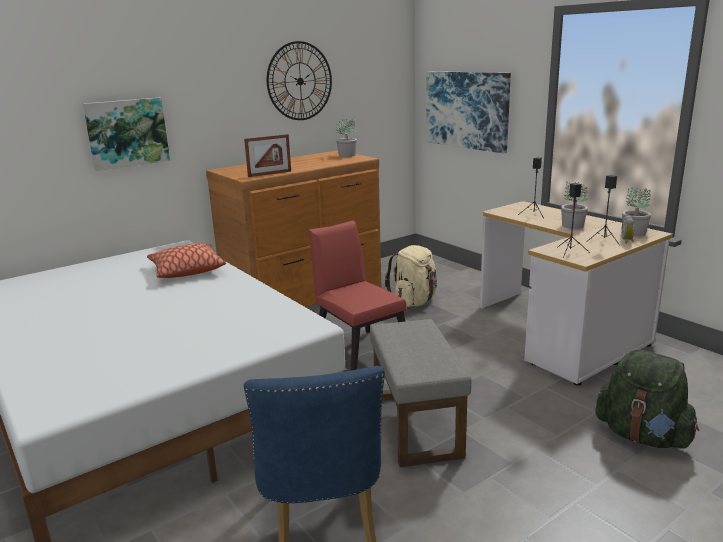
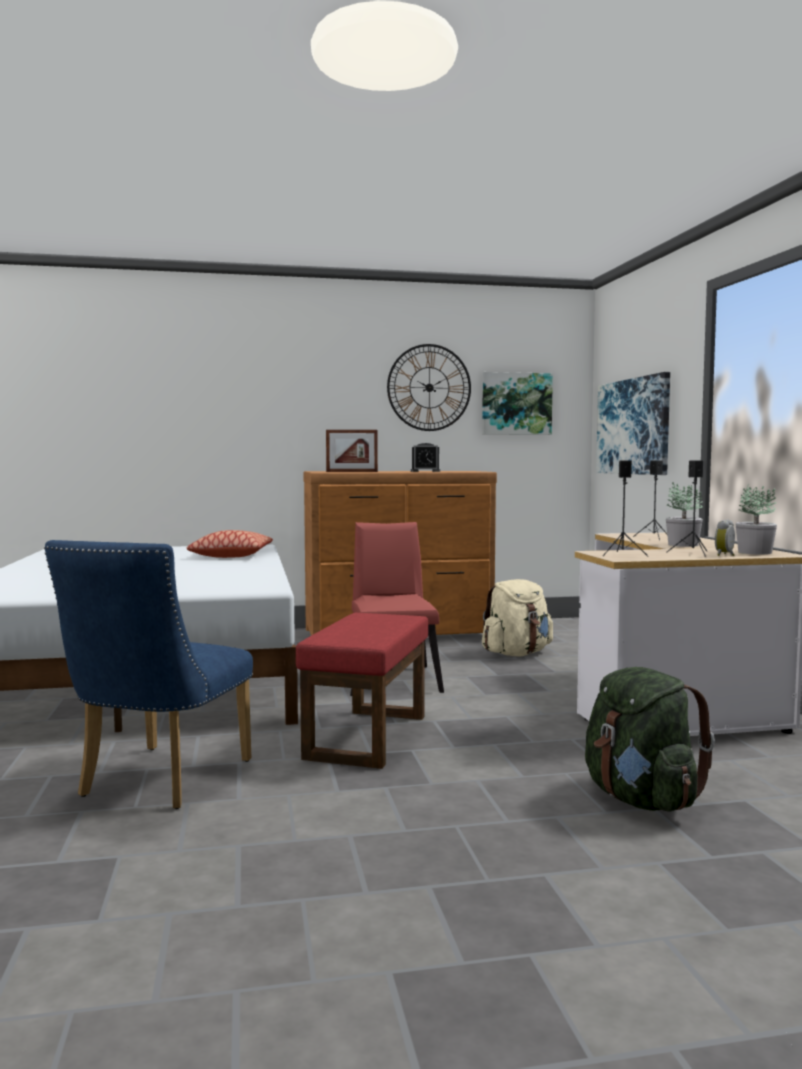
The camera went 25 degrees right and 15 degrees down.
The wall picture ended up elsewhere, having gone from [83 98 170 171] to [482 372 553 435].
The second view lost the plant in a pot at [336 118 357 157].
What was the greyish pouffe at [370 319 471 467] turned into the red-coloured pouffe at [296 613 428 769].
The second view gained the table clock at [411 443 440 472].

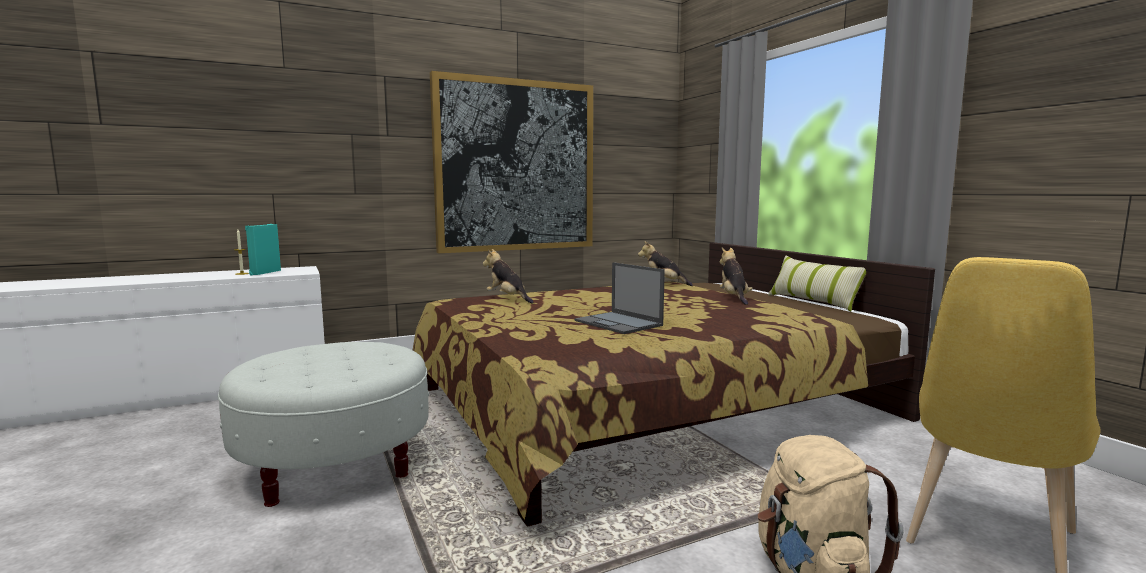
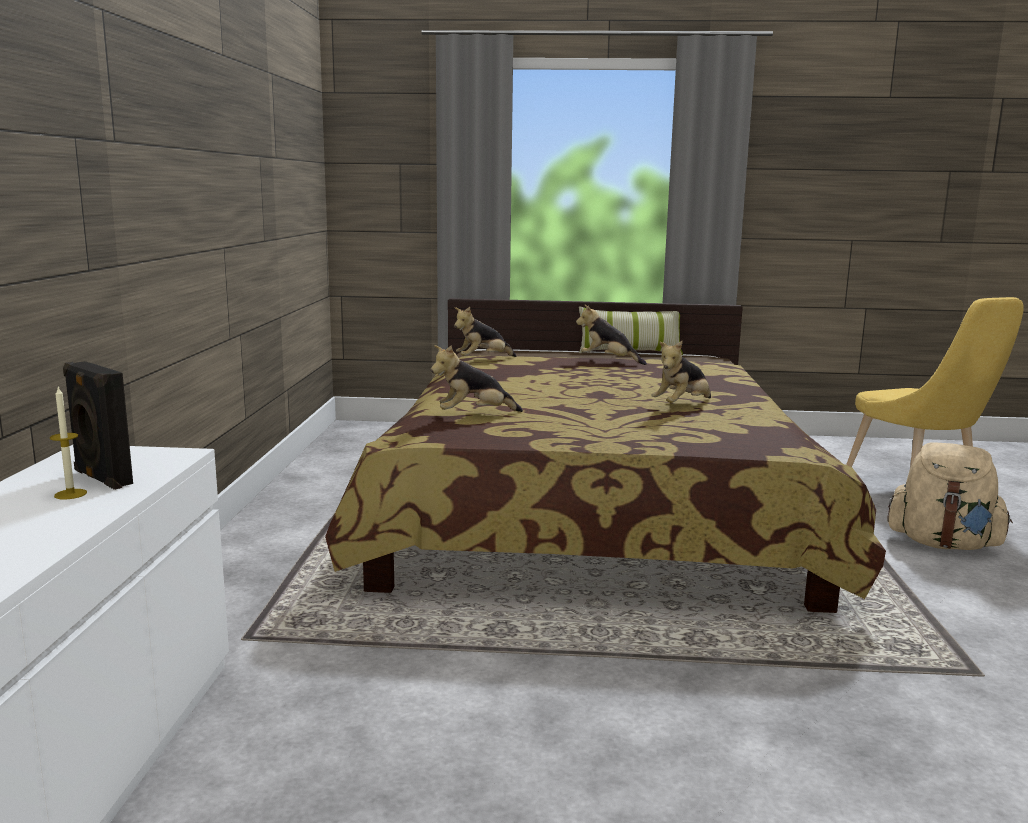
The camera went 60 degrees left and 5 degrees up.
The second view lost the wall picture at [430 71 593 253].
What was the blue-green speaker at [245 224 281 275] turned into the black-coloured speaker at [63 361 133 490].
Where the laptop stood at [575 262 665 334], the cuddly toy came to stand at [651 341 711 403].
The second view lost the white pouffe at [218 342 429 507].

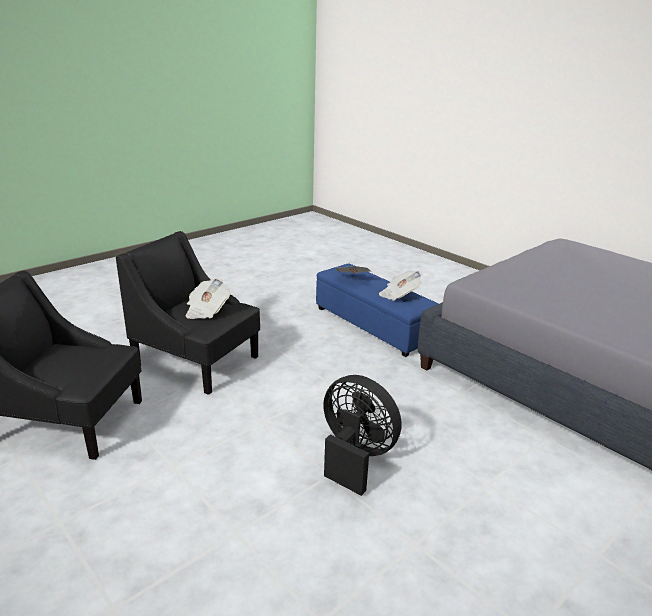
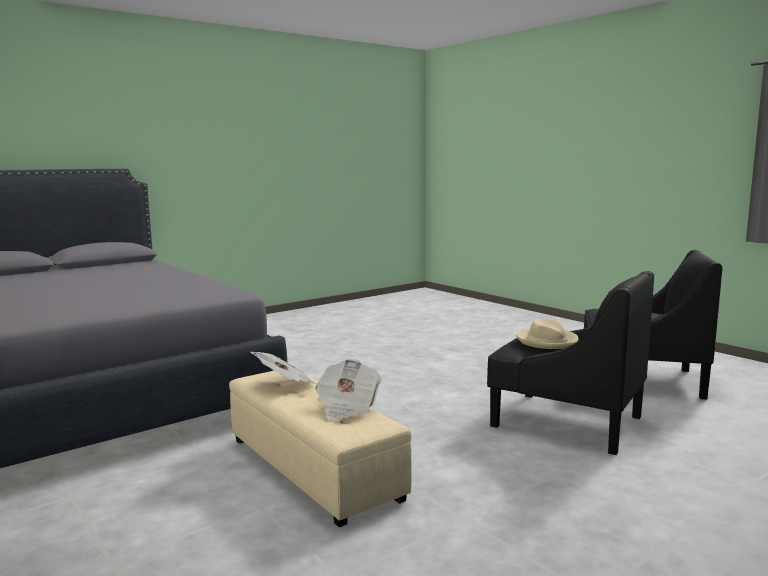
The camera went 175 degrees left and 15 degrees down.
What was the bluish pouffe at [316 263 439 357] turned into the beige pouffe at [229 371 412 527].
Where the printed paper stood at [186 278 230 319], the beige hat came to stand at [516 318 579 349].
The second view lost the black-coloured fan at [323 375 402 496].

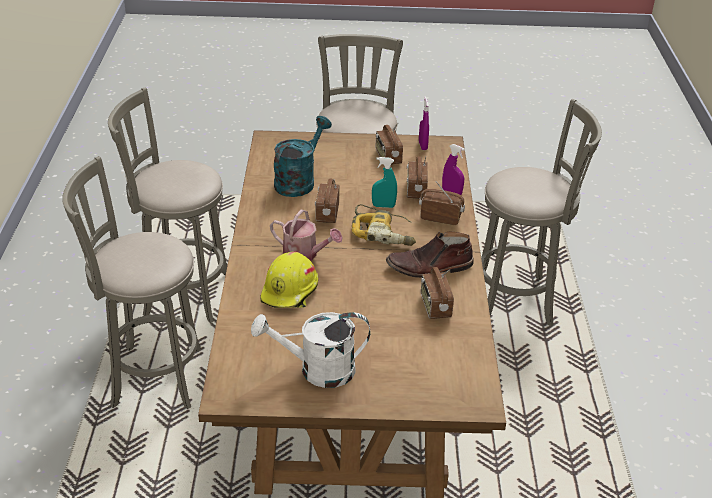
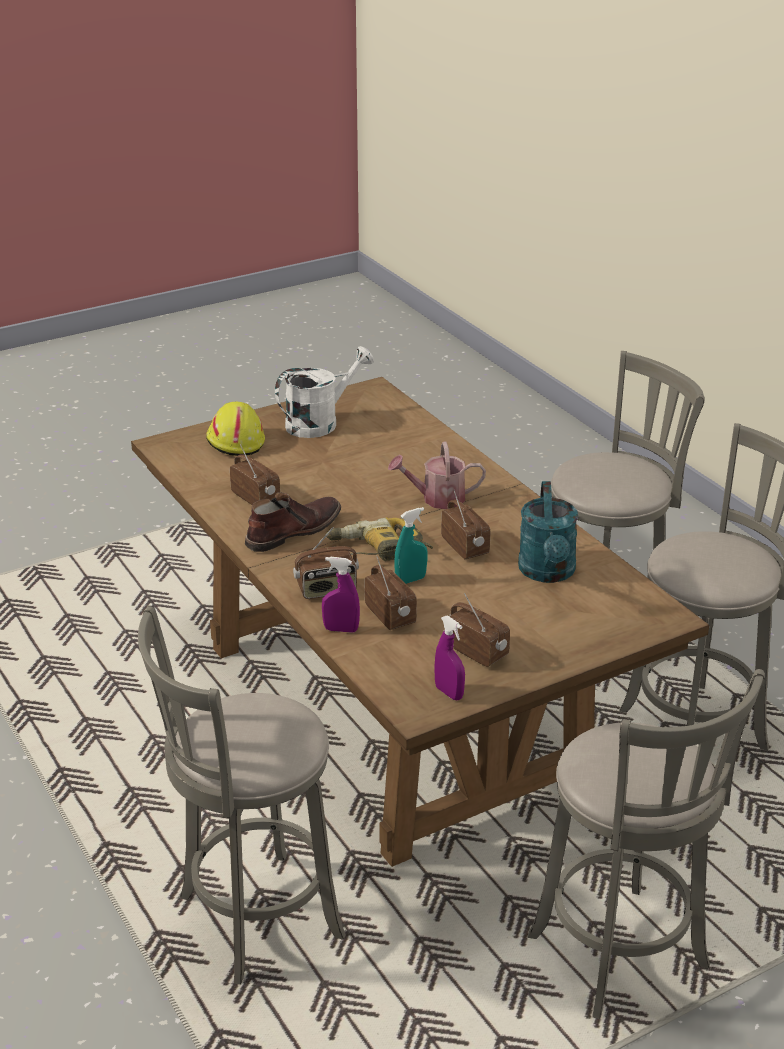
The camera went 150 degrees right and 5 degrees down.
The yellow-coloured work helmet ended up elsewhere, having gone from [260 251 318 308] to [206 402 265 456].

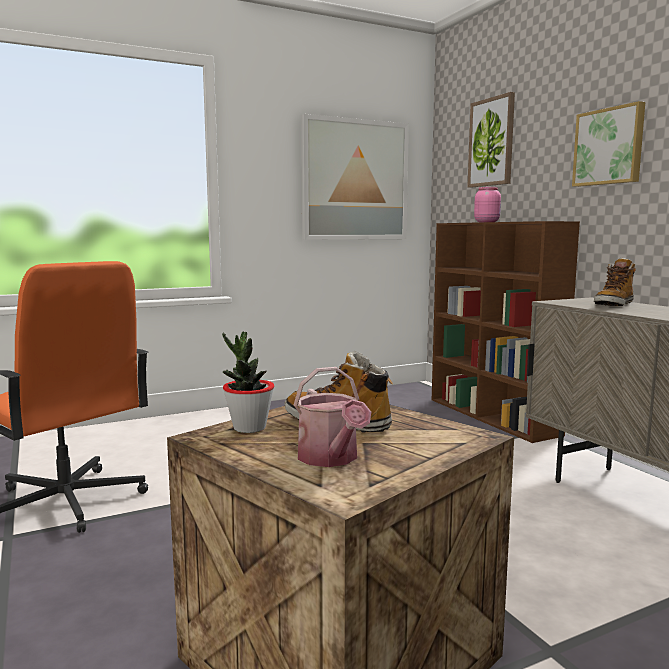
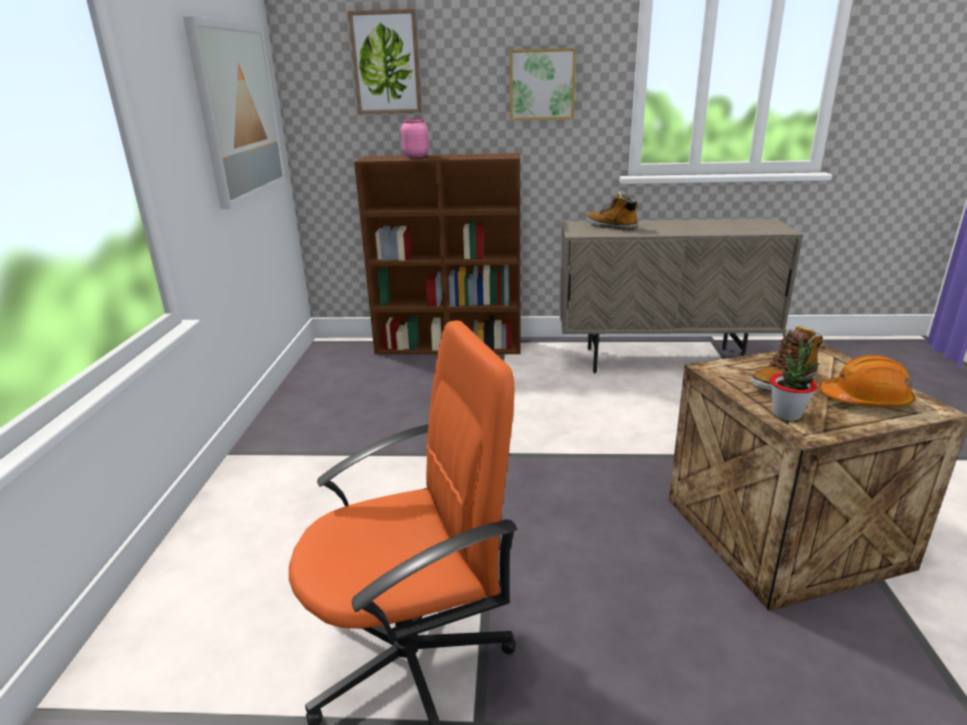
The camera went 60 degrees left and 15 degrees up.
The boot at [594 257 636 306] ended up facing another way, 150 degrees clockwise from before.
Where the watering pot stood at [294 367 371 467], the orange work helmet came to stand at [820 355 915 407].

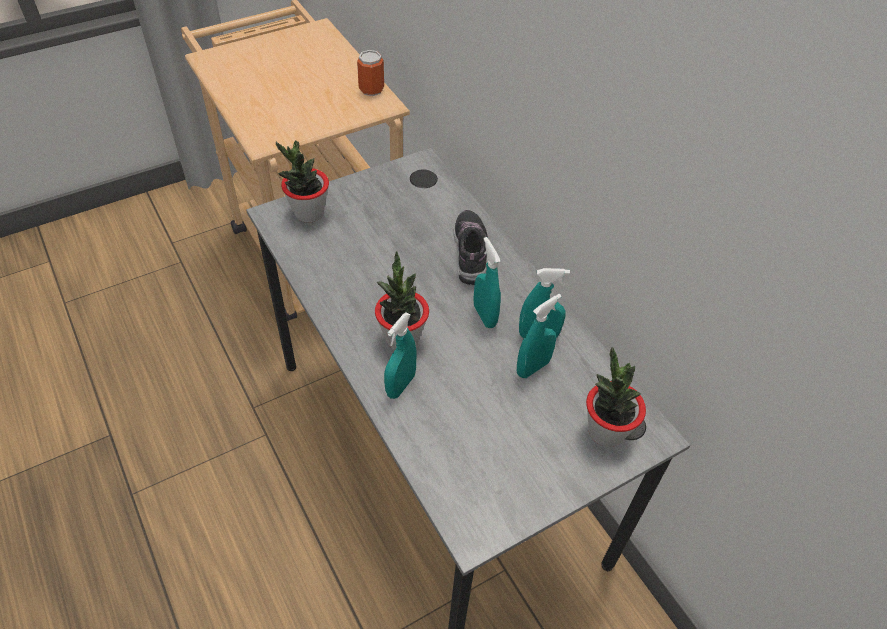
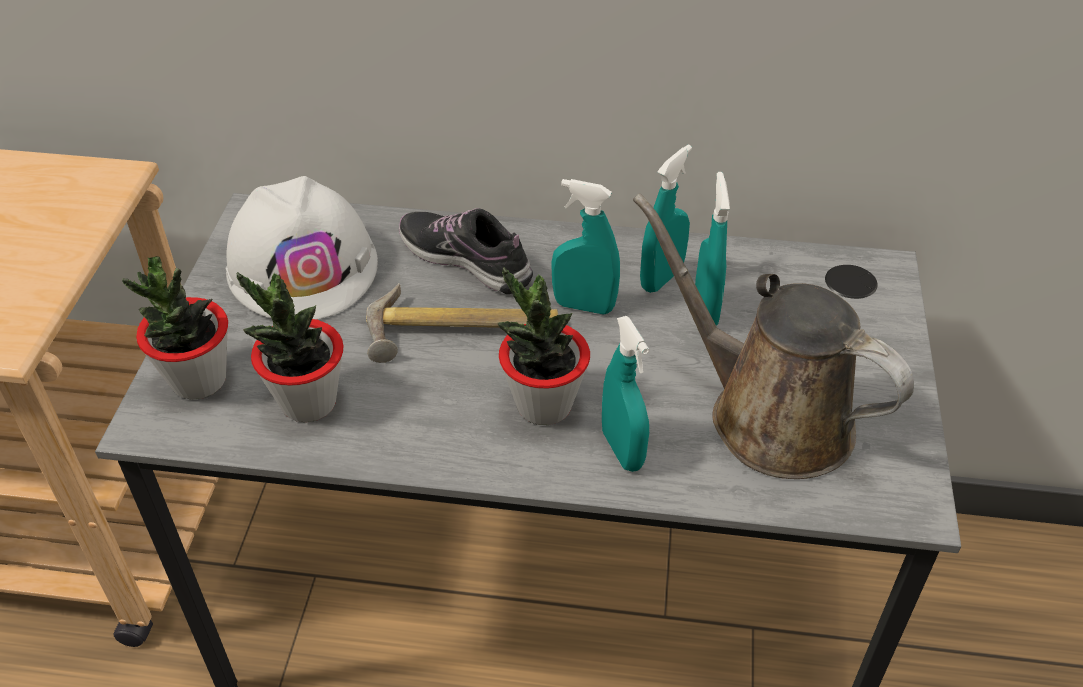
The camera went 50 degrees left and 5 degrees down.
The second view lost the can at [357 50 384 96].
The plant in a pot ended up elsewhere, having gone from [586 347 646 447] to [236 272 343 422].
The second view gained the white work helmet at [225 176 378 320].
The second view gained the brown watering pot at [633 193 914 479].
The second view gained the tool hammer at [366 283 558 363].

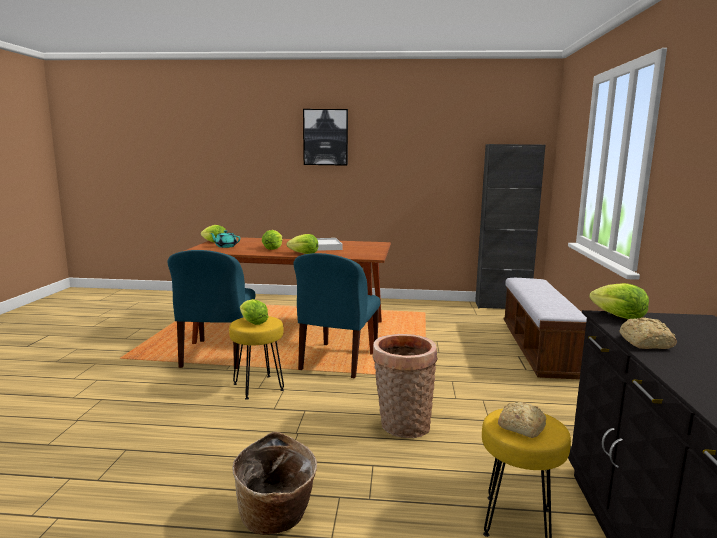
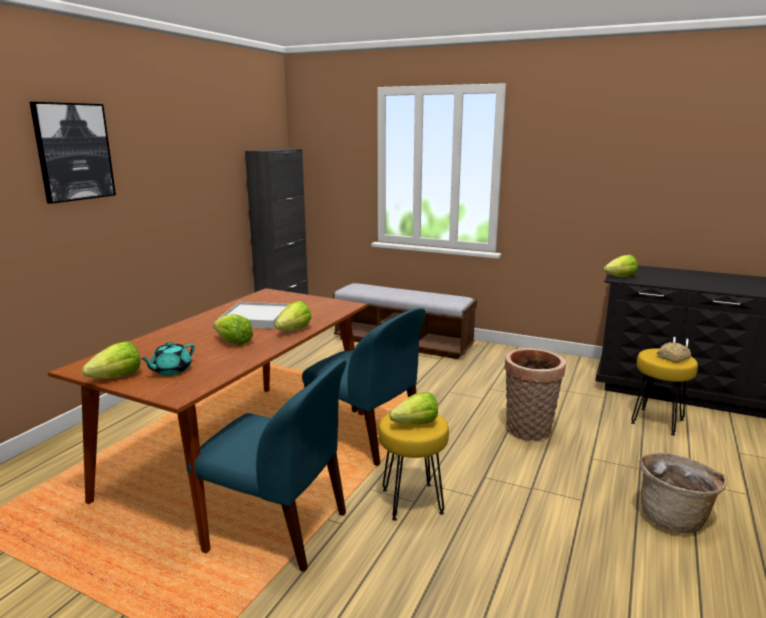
The camera went 70 degrees left and 5 degrees up.
The second view lost the bread at [619 317 677 349].

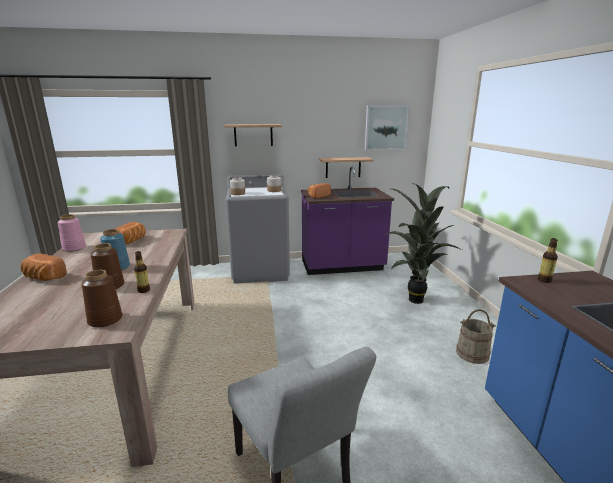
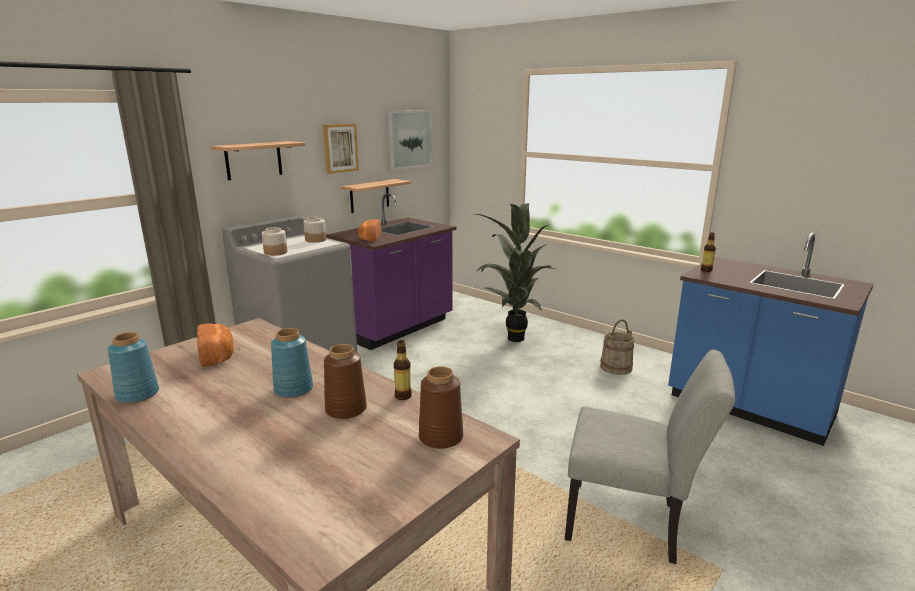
The camera went 40 degrees left and 0 degrees up.
What was the pinkish decorative vase at [58 214 86 252] turned into the bluish decorative vase at [107 332 159 403].
The second view lost the bread at [20 253 67 281].
The second view gained the wall picture at [323 124 359 174].

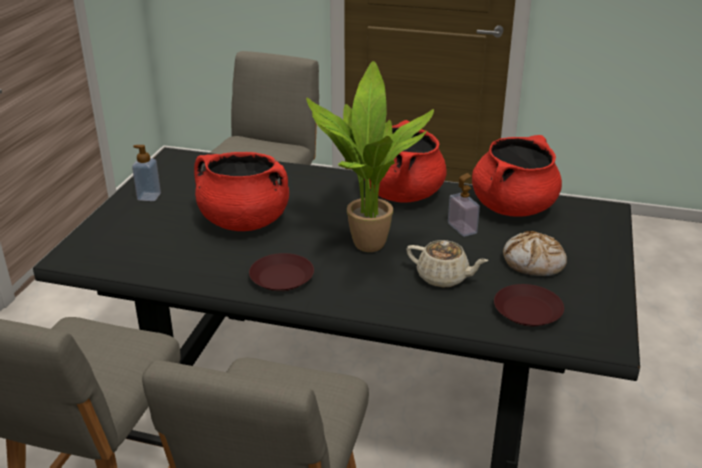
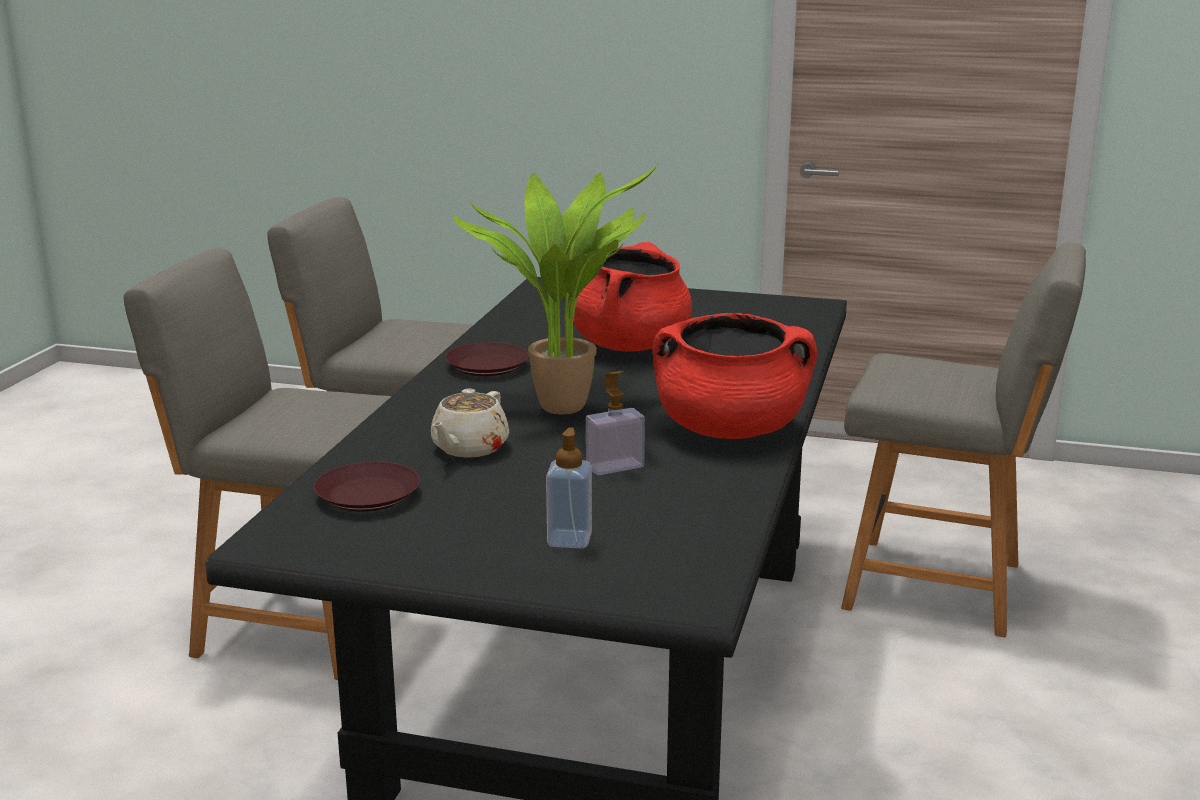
The camera went 90 degrees right and 10 degrees down.
The second view lost the red-coloured cooking pot at [472 135 562 217].
The liquid soap bottle ended up elsewhere, having gone from [132 145 161 201] to [546 427 592 548].
The second view lost the bread at [503 231 567 276].

